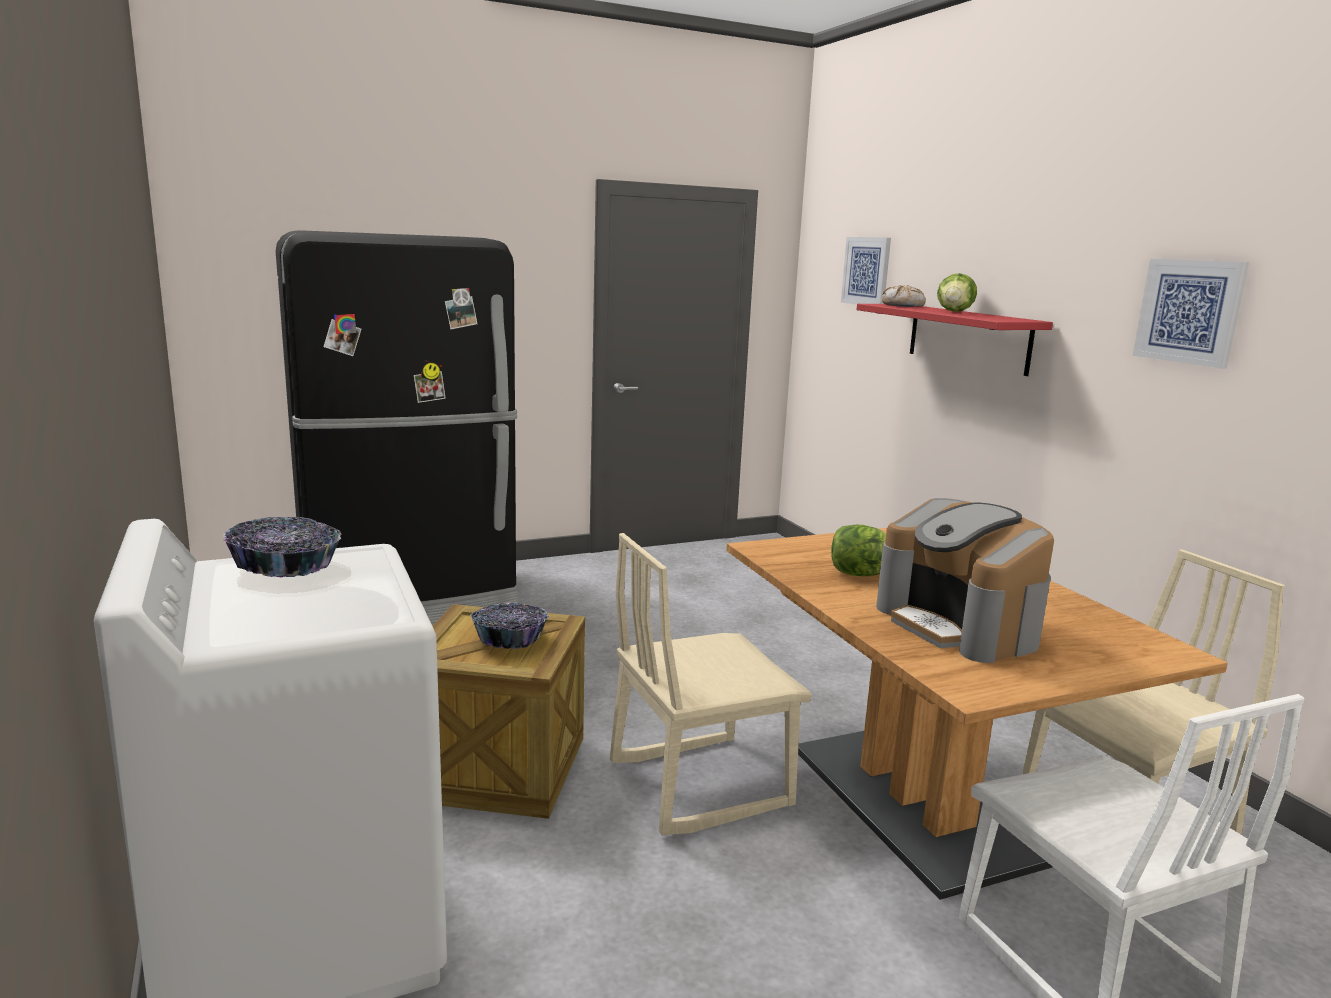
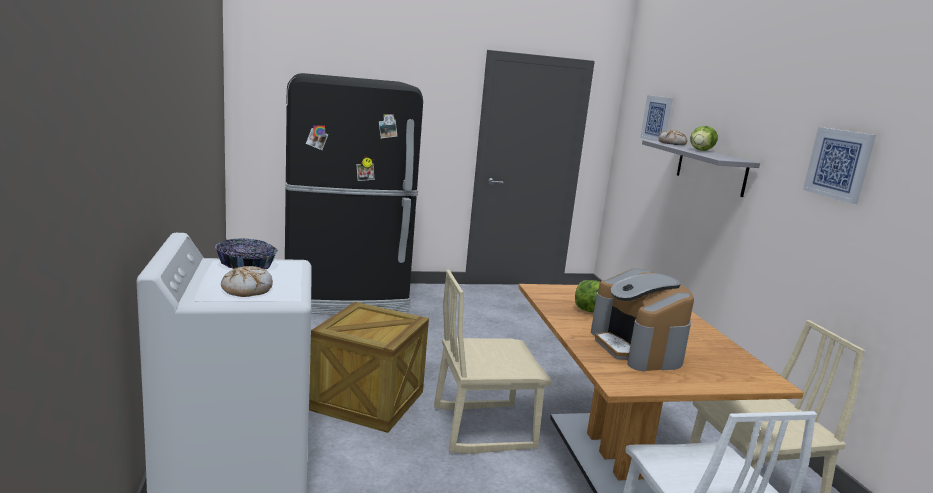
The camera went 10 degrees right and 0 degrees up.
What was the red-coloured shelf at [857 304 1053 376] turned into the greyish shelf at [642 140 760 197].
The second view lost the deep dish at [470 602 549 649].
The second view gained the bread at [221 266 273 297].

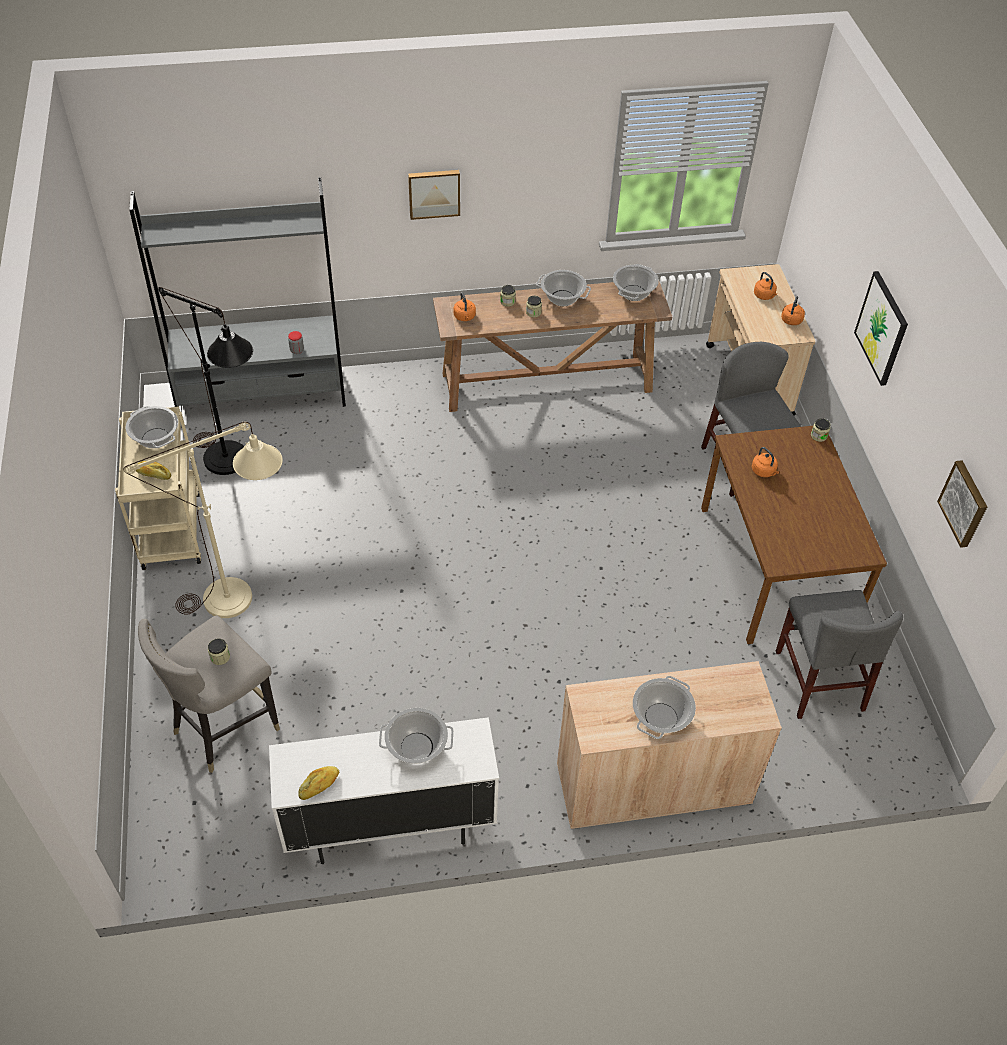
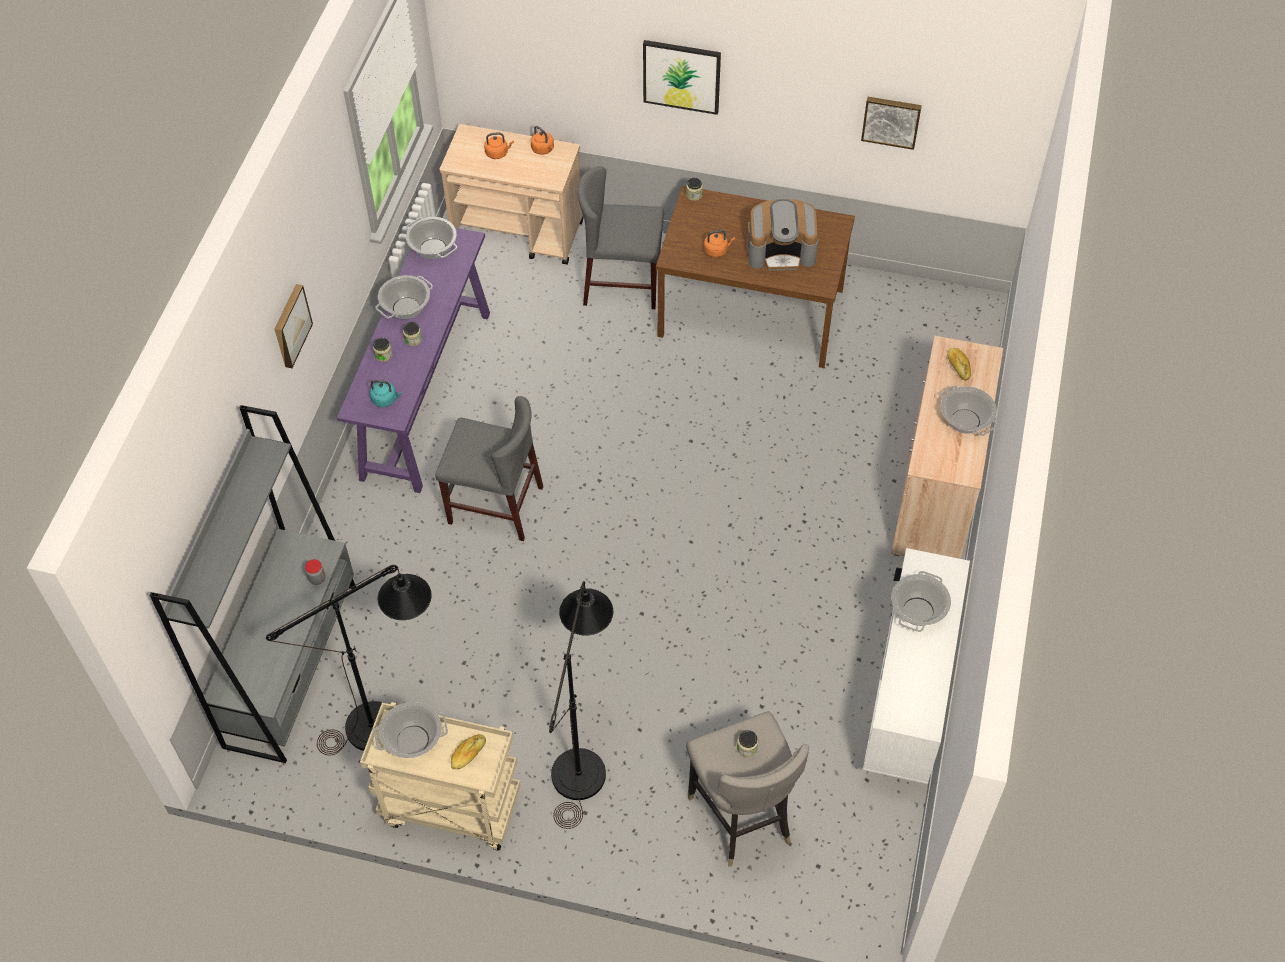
The camera went 65 degrees left and 5 degrees up.
What was the brown hall table at [433 282 672 412] turned into the purple hall table at [337 228 490 493].
What was the orange kettle at [454 292 476 321] turned into the blue-green kettle at [370 380 402 407].
What was the beige floor lamp at [124 422 283 618] turned into the black-coloured floor lamp at [549 581 613 829].
The greyish upright chair ended up elsewhere, having gone from [776 590 903 719] to [435 396 543 541].
The bread ended up elsewhere, having gone from [298 766 339 800] to [947 348 971 380].
The second view gained the coffee machine at [747 199 818 271].

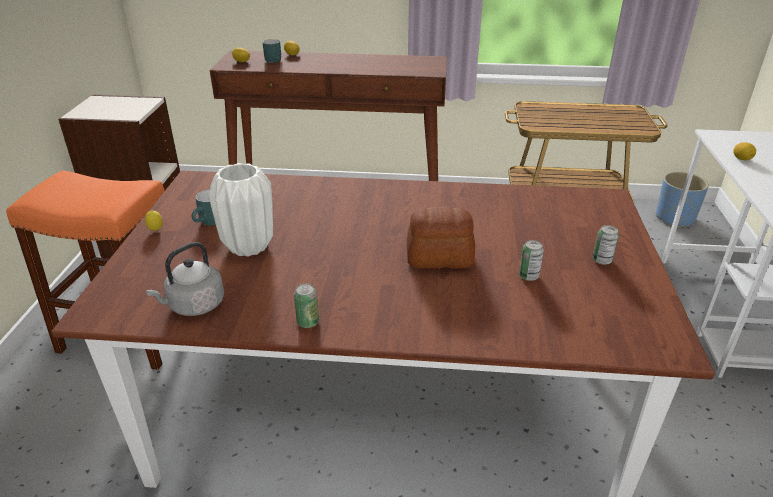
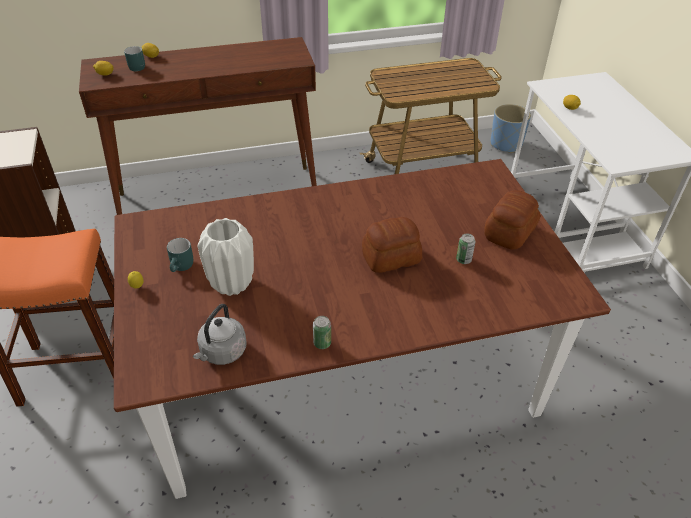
The camera went 20 degrees left and 10 degrees up.
Where the can stood at [593 225 619 265], the bread came to stand at [484 190 540 250].

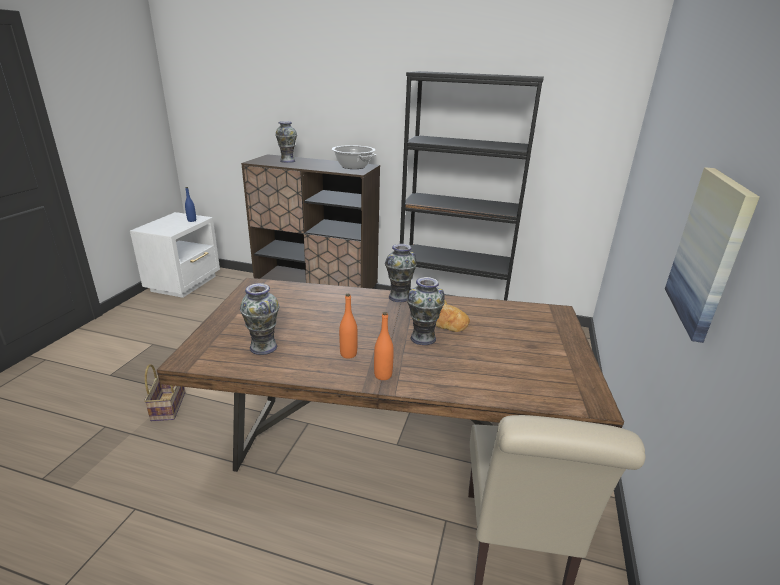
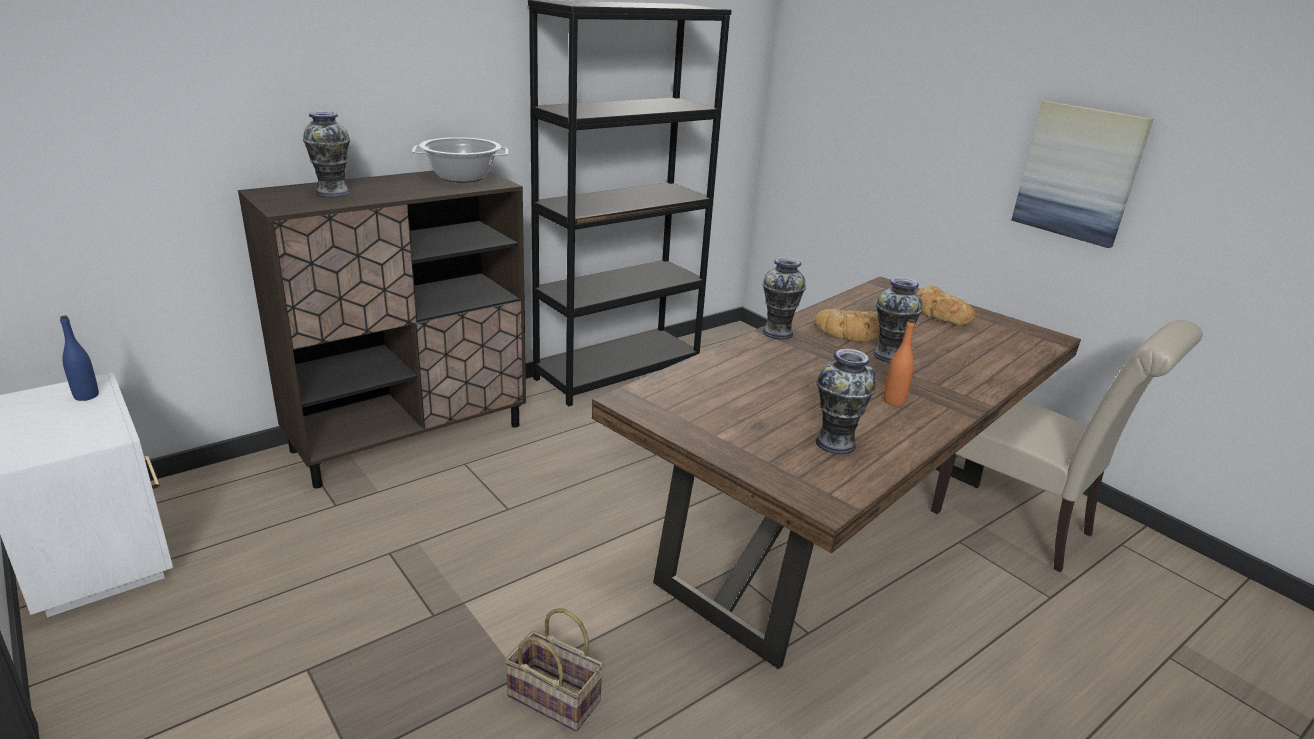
The camera went 55 degrees left and 0 degrees up.
The second view lost the orange bottle at [374 312 394 380].
The second view gained the bread at [916 286 975 325].

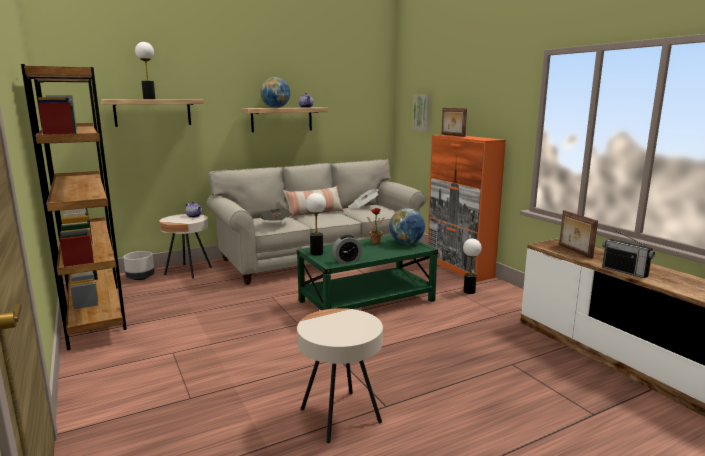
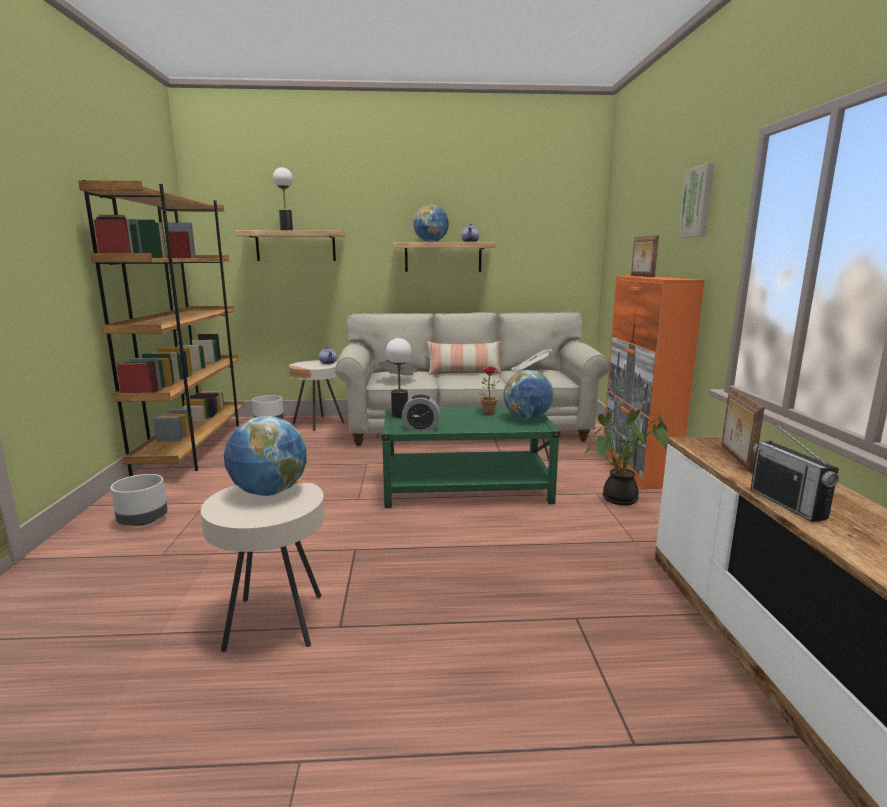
The camera went 25 degrees right and 0 degrees up.
The wall picture ended up elsewhere, having gone from [412 94 431 132] to [678 163 714 238].
Where the lamp for a table stood at [463 239 482 294], the plant in a pot came to stand at [584 409 669 506].
The second view gained the world globe at [224 416 307 496].
The second view gained the greyish planter at [111 474 168 526].

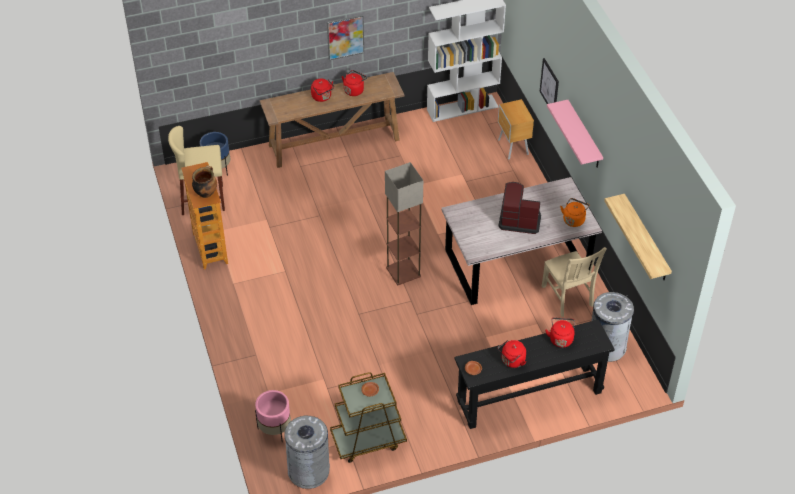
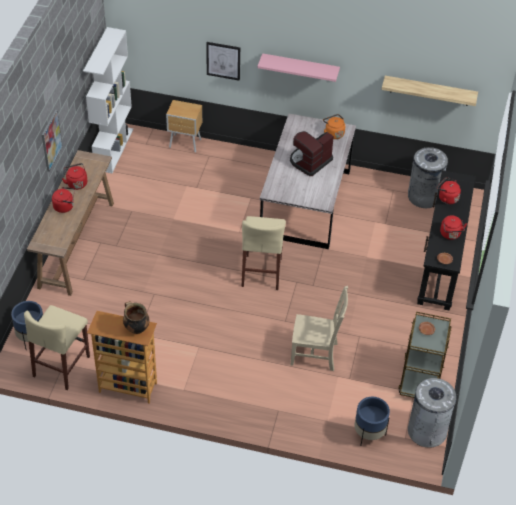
The camera went 60 degrees left and 0 degrees up.
Where the floor lamp stood at [385 162 423 285], the beige sitting stool came to stand at [242 216 286 290].
The beige upright chair ended up elsewhere, having gone from [542 247 607 317] to [291 286 348 371].
What was the pinkish planter at [255 390 291 442] turned into the bluish planter at [354 397 390 446].

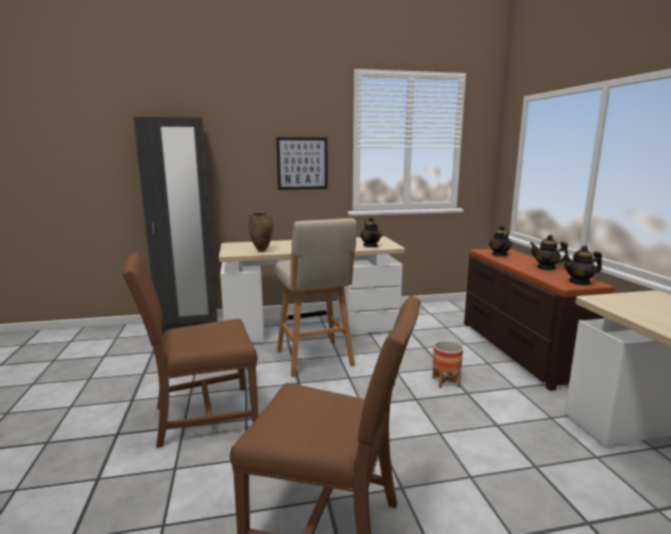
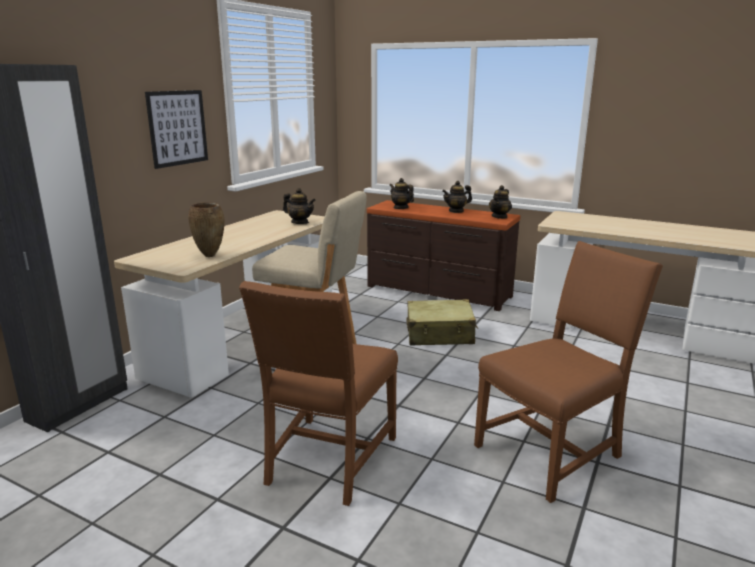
The camera went 50 degrees left and 5 degrees up.
Where the planter stood at [432 341 463 388], the beige suitcase came to stand at [406 299 478 346].

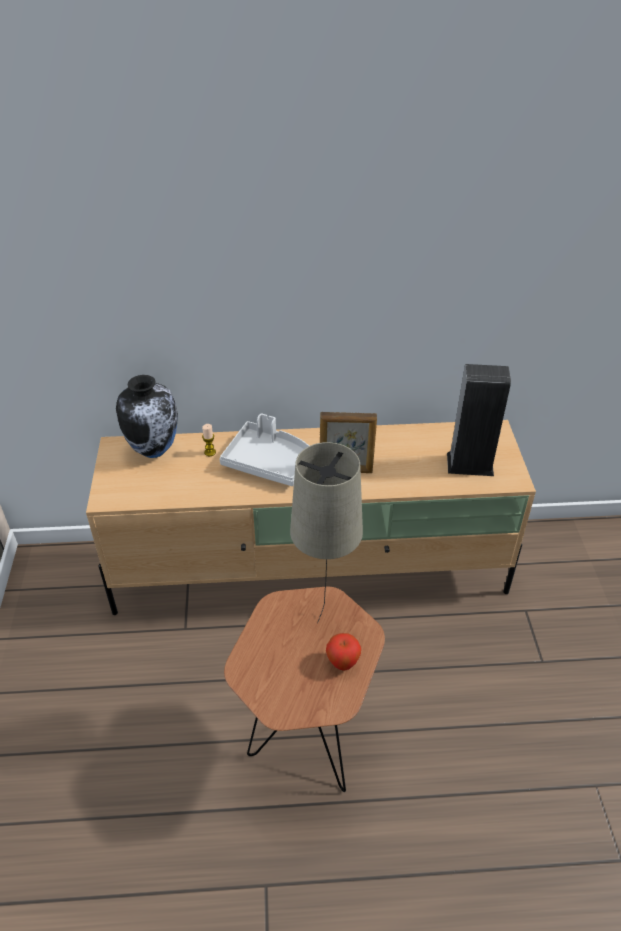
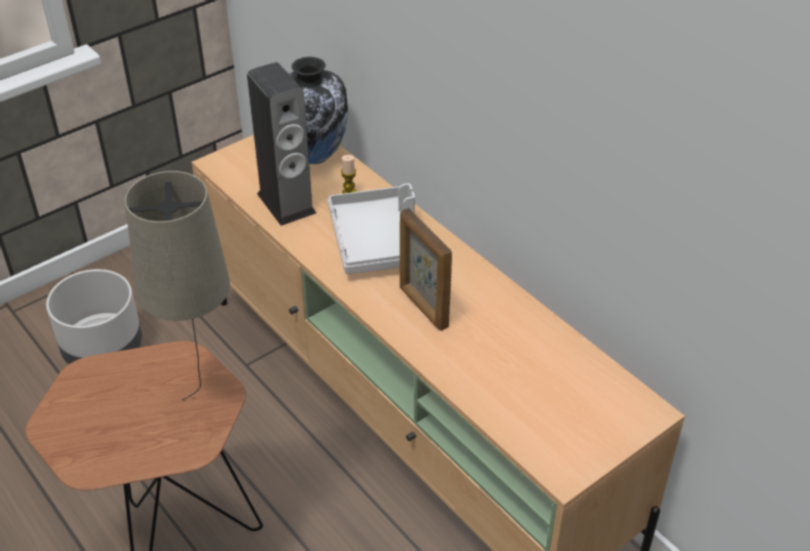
The camera went 55 degrees right and 0 degrees up.
The speaker ended up elsewhere, having gone from [447 364 511 476] to [247 62 316 226].
The second view lost the apple at [326 633 361 671].
The second view gained the greyish planter at [46 269 142 364].

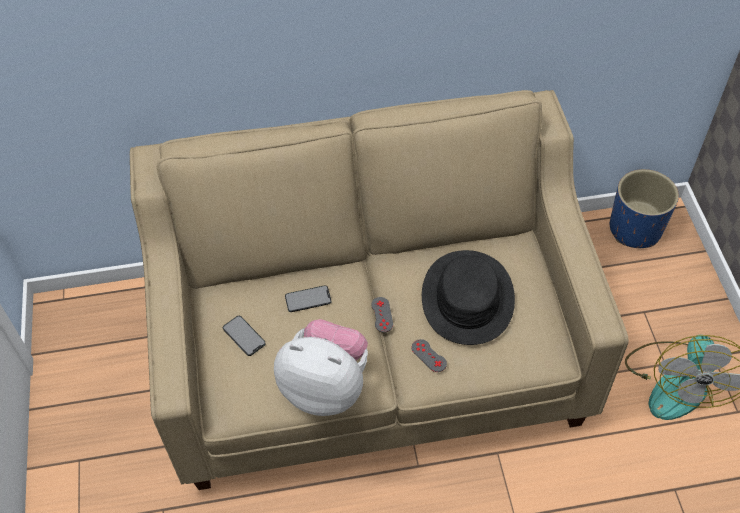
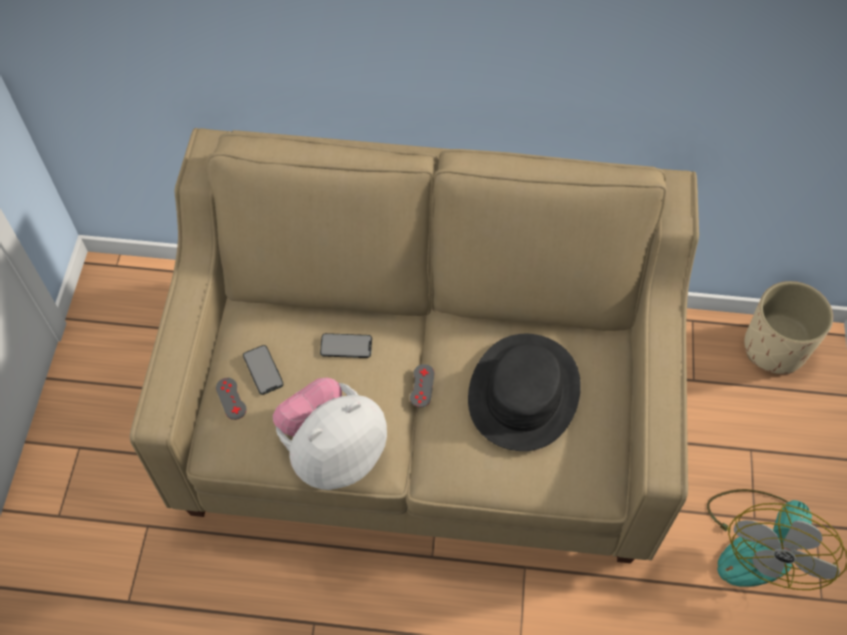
The camera went 15 degrees right and 5 degrees up.
What was the bluish planter at [610 169 679 248] turned into the beige planter at [744 281 833 374].
The cuddly toy at [274 319 368 416] ended up facing another way, 75 degrees counterclockwise from before.
The greyish gamepad ended up elsewhere, having gone from [411 339 447 372] to [216 378 247 420].

